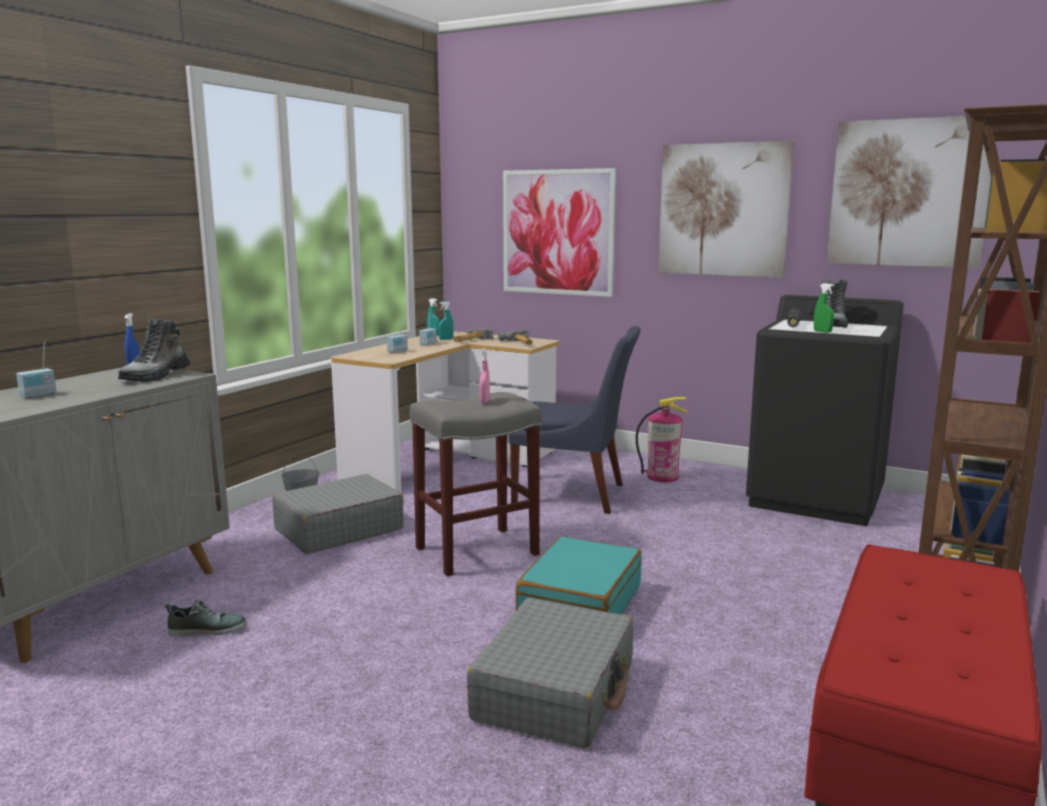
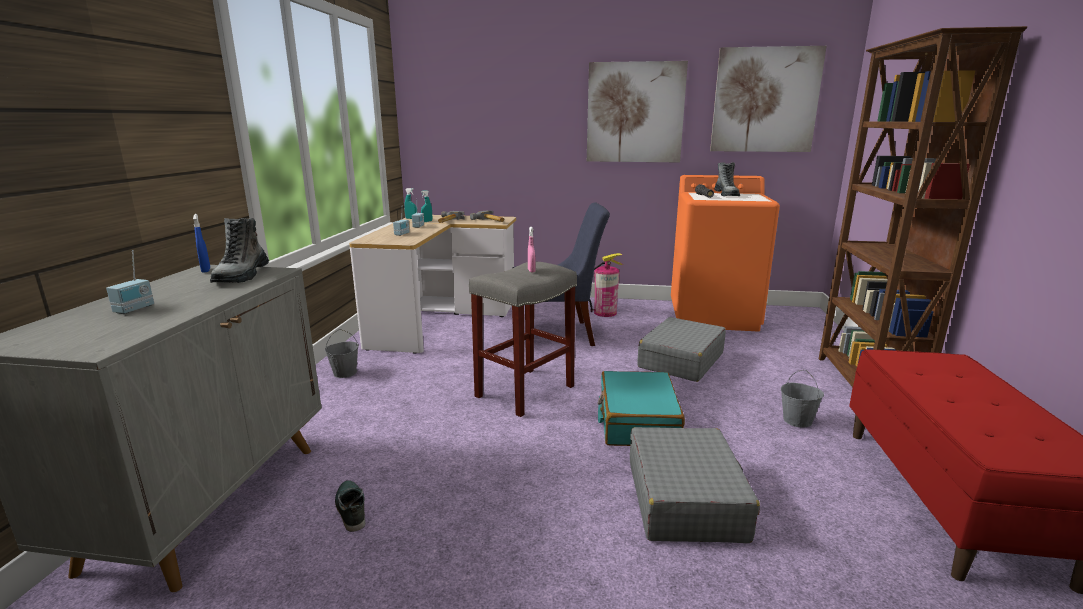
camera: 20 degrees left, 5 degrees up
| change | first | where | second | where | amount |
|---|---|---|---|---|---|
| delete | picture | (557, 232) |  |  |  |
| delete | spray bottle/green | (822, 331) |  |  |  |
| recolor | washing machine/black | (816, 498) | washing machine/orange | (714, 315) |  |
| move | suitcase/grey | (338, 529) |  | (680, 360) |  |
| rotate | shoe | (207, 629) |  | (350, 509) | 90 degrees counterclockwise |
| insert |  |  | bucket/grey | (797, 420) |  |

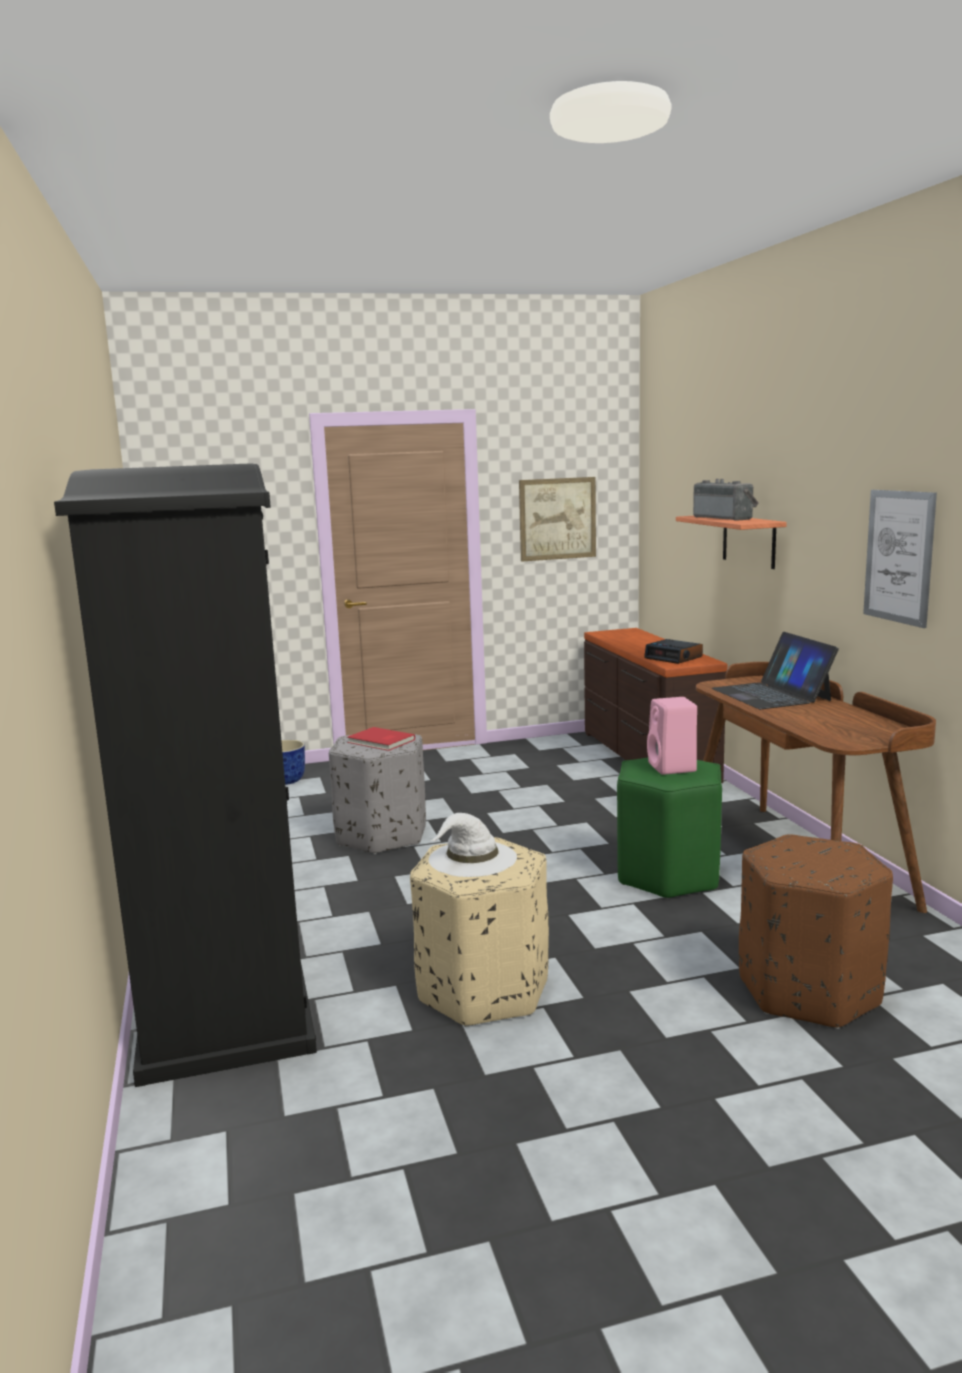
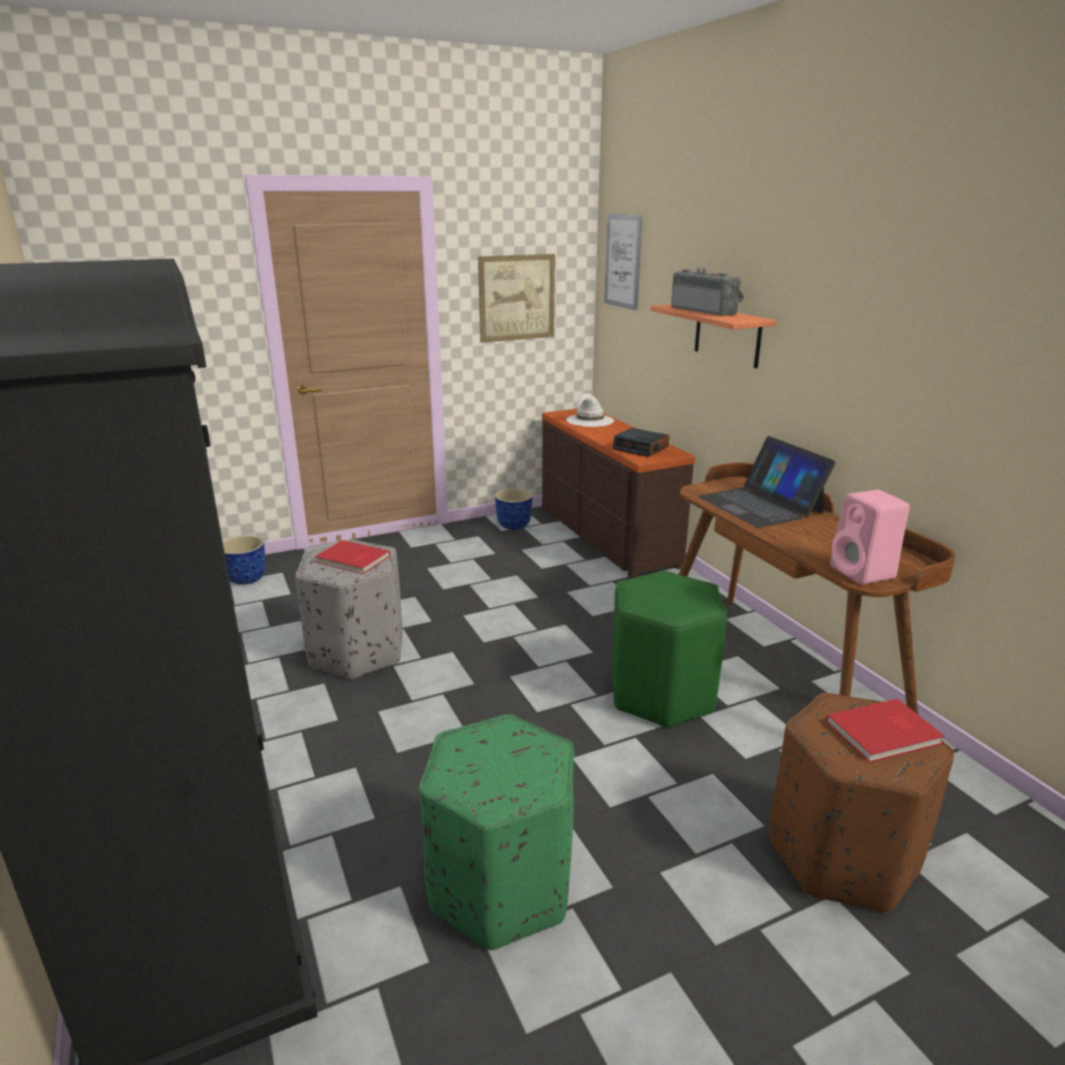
camera: 10 degrees left, 10 degrees up
| change | first | where | second | where | amount |
|---|---|---|---|---|---|
| move | picture | (899, 556) |  | (623, 261) |  |
| move | speaker/pink | (673, 768) |  | (864, 573) |  |
| move | hat/white | (472, 859) |  | (589, 420) |  |
| recolor | ottoman/beige | (484, 990) | ottoman/green | (502, 886) |  |
| insert |  |  | planter | (514, 526) |  |
| insert |  |  | book/red | (886, 733) |  |

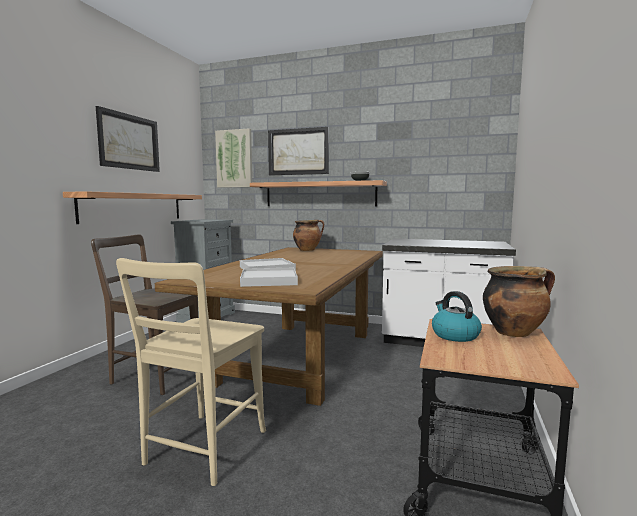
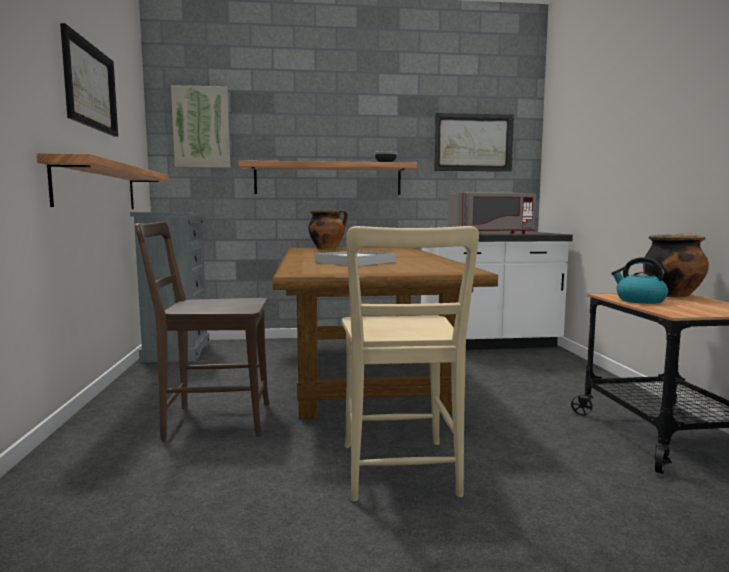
camera: 25 degrees left, 0 degrees up
| change | first | where | second | where | amount |
|---|---|---|---|---|---|
| move | picture | (298, 152) |  | (473, 143) |  |
| delete | tray/white | (268, 280) |  |  |  |
| insert |  |  | microwave/grey | (491, 233) |  |

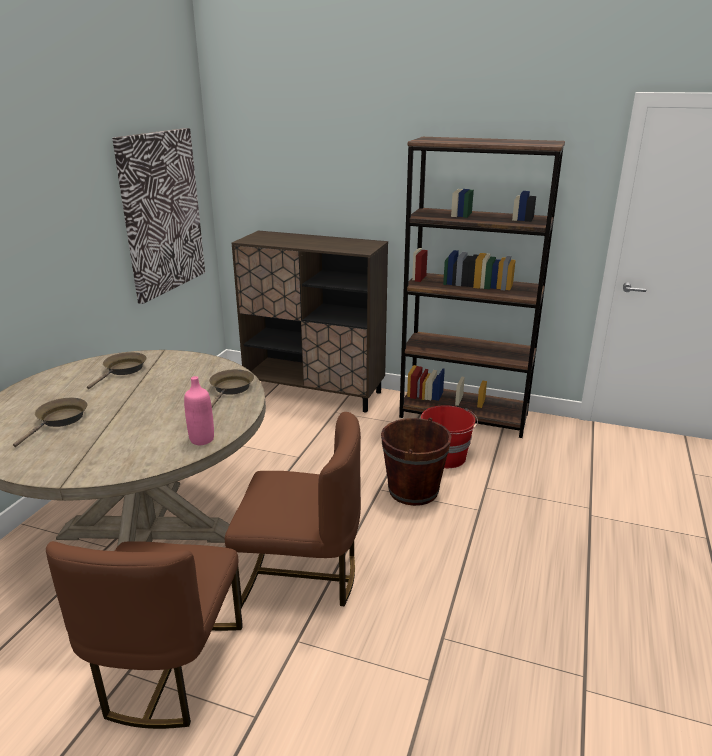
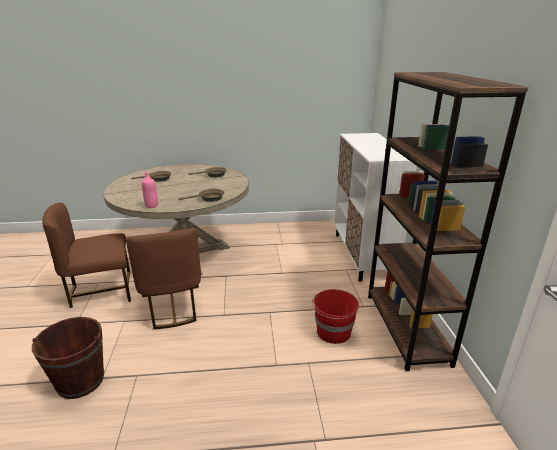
camera: 65 degrees right, 0 degrees up
| change | first | where | second | where | amount |
|---|---|---|---|---|---|
| delete | picture | (162, 213) |  |  |  |
| recolor | cabinet/brown | (315, 392) | cabinet/white | (362, 255) |  |
| move | bucket/brown | (413, 490) |  | (80, 381) |  |

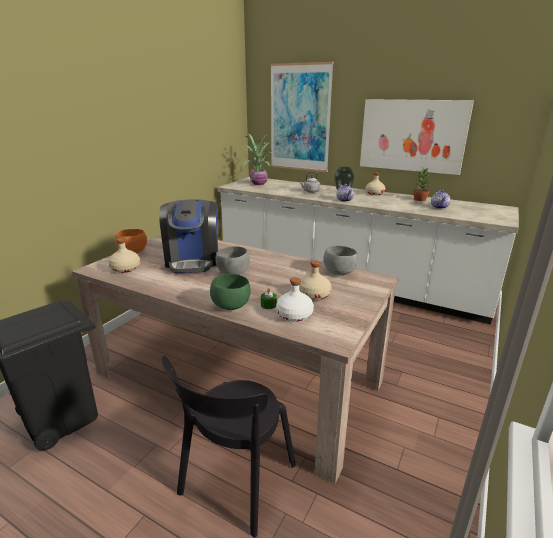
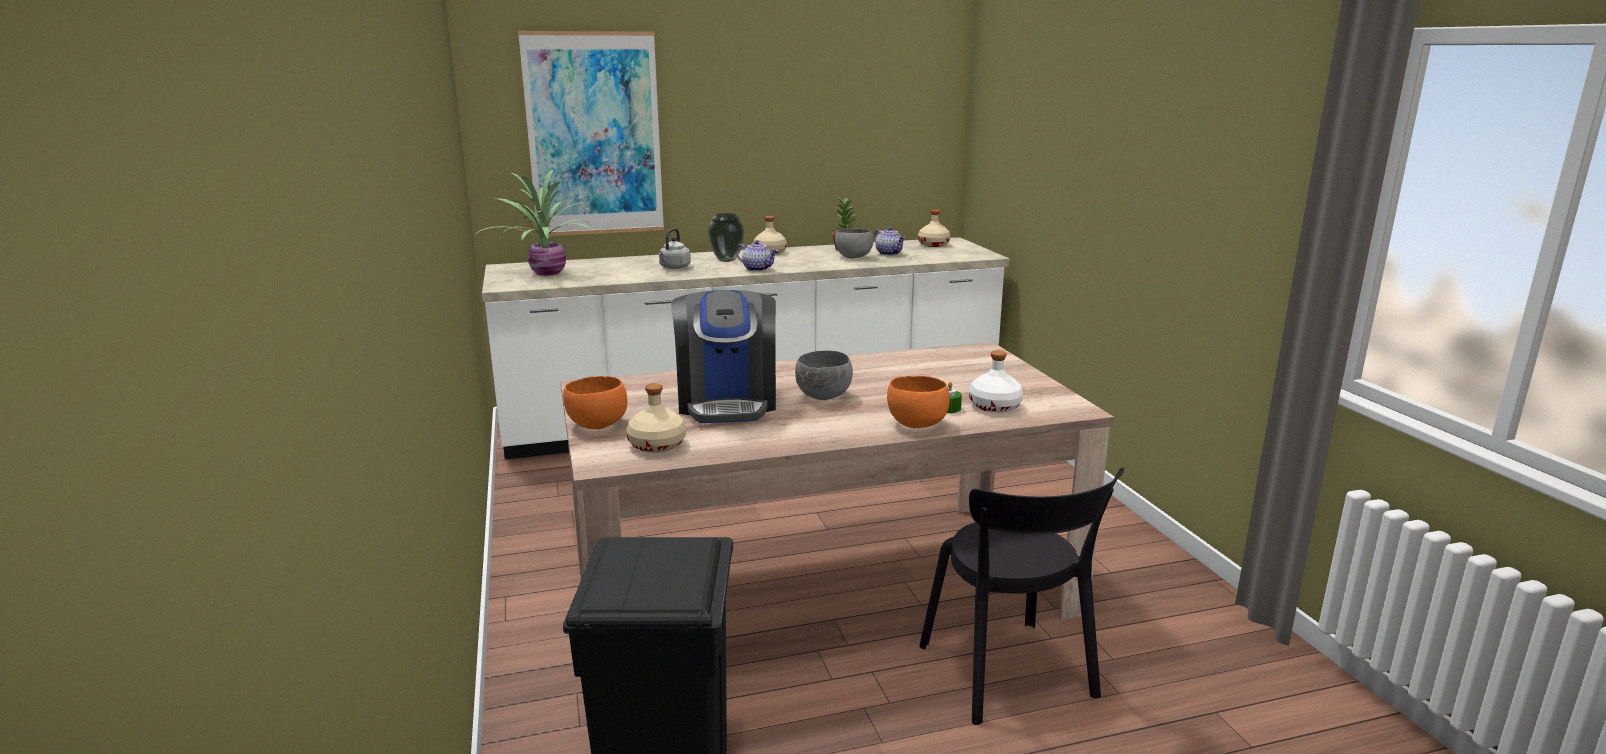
camera: 45 degrees left, 5 degrees down
| change | first | where | second | where | amount |
|---|---|---|---|---|---|
| delete | picture | (412, 135) |  |  |  |
| rotate | coffee machine | (193, 260) |  | (727, 402) | 45 degrees clockwise |
| move | bowl/grey | (338, 272) |  | (852, 257) |  |
| move | bottle/beige | (314, 295) |  | (934, 244) |  |
| recolor | bowl/green | (230, 306) | bowl/orange | (915, 424) |  |

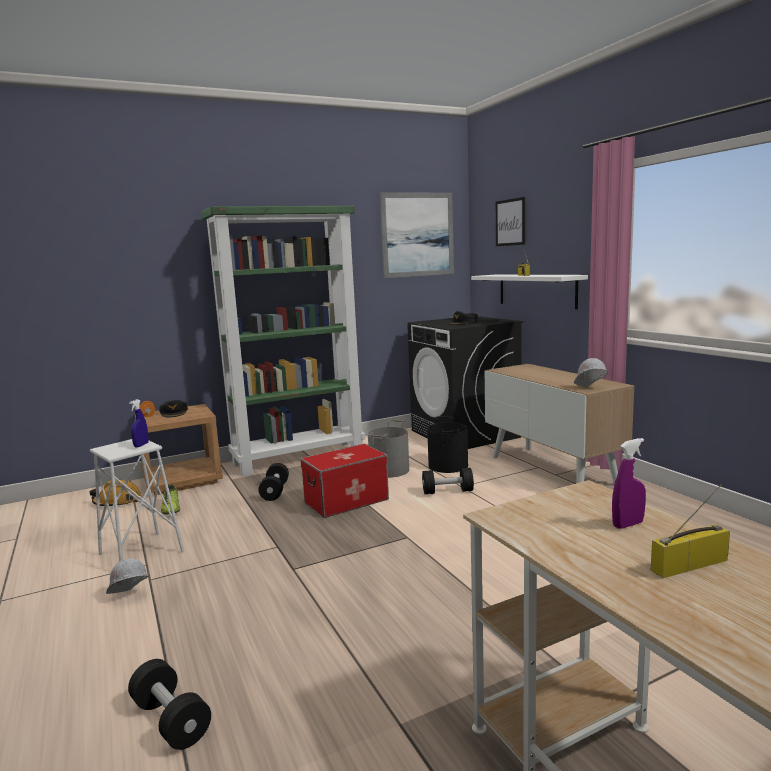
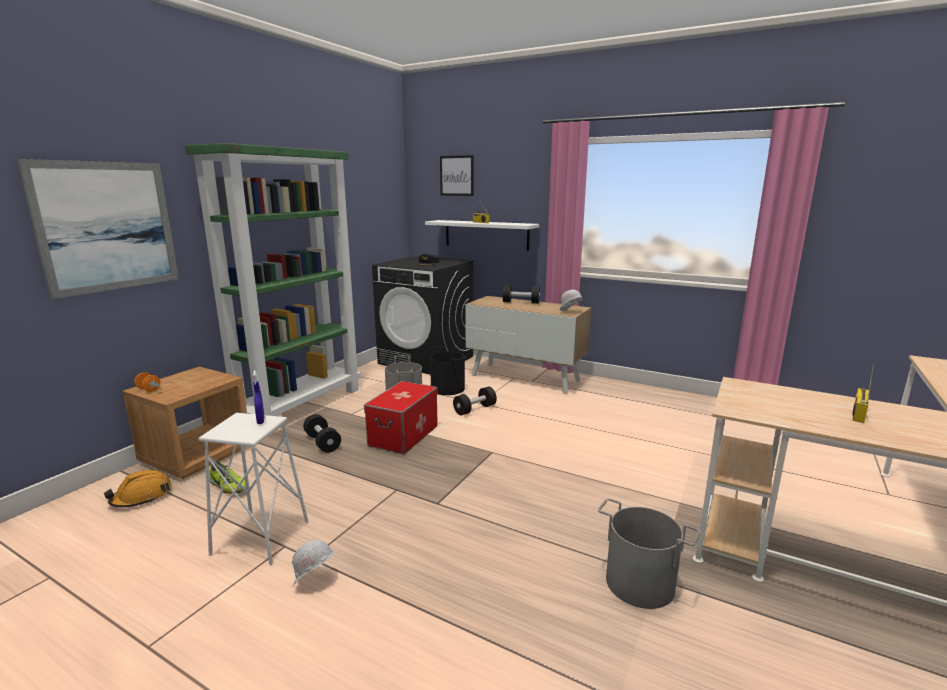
camera: 35 degrees left, 5 degrees up
| change | first | where | second | where | amount |
|---|---|---|---|---|---|
| move | picture | (417, 235) |  | (107, 226) |  |
| delete | cap/black | (174, 412) |  |  |  |
| delete | spray bottle/purple | (628, 524) |  |  |  |
| move | dumbbell/black | (171, 720) |  | (521, 302) |  |
| insert |  |  | bucket/grey | (639, 583) |  |

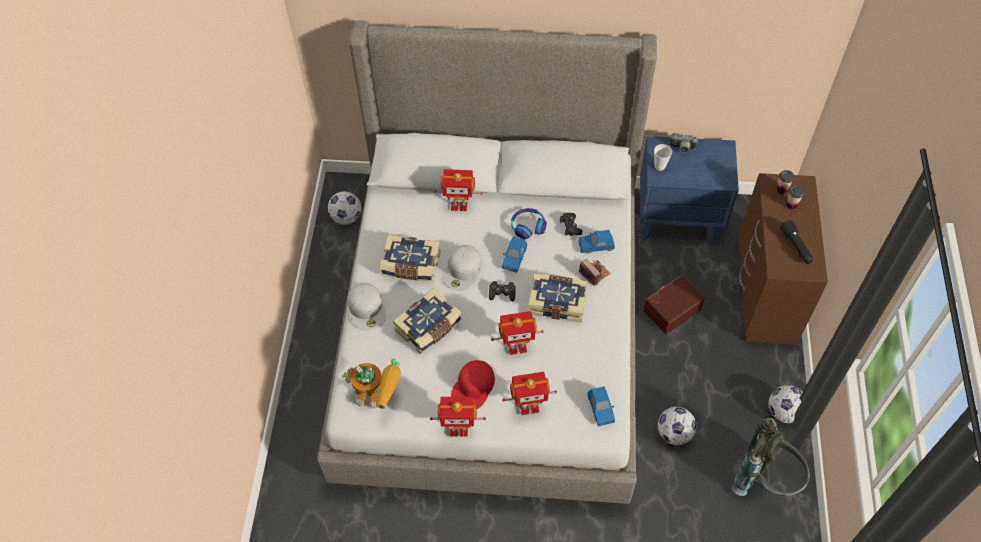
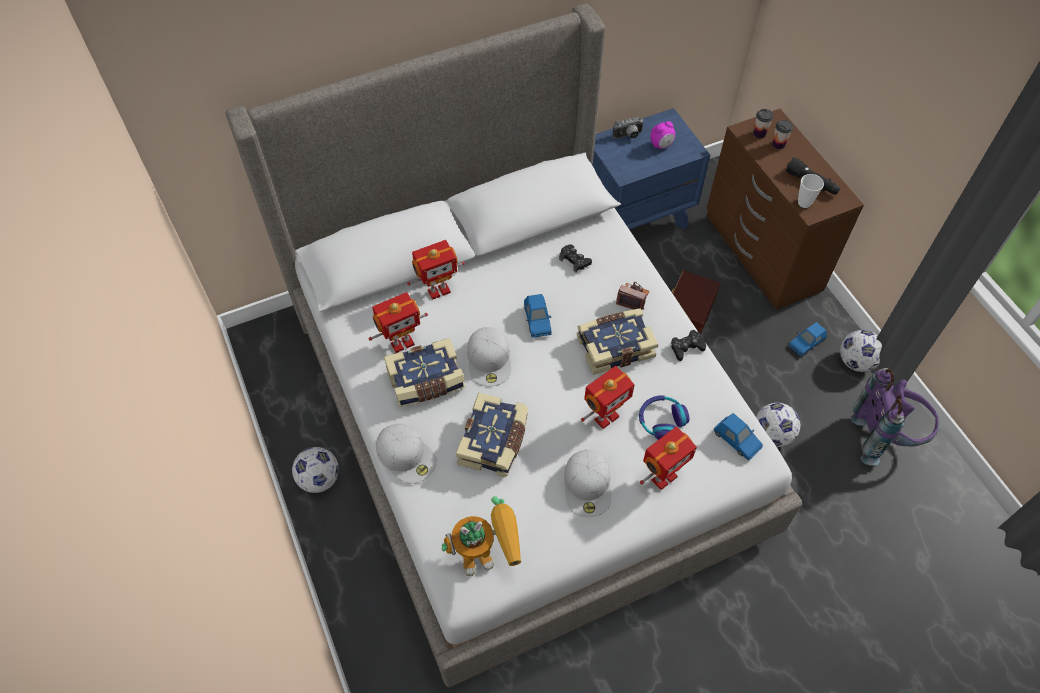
camera: 30 degrees left, 0 degrees up
| change | first | where | second | where | amount |
|---|---|---|---|---|---|
| move | cup | (660, 166) |  | (804, 203) |  |
| move | football | (346, 217) |  | (320, 479) |  |
| move | headphones | (528, 226) |  | (661, 420) |  |
| move | toy car/blue | (596, 245) |  | (806, 343) |  |
| move | game controller/black | (502, 293) |  | (686, 347) |  |
| recolor | cap/red | (473, 387) | cap/white | (588, 486) |  |
| move | toy robot | (458, 429) |  | (401, 343) |  |
| recolor | backpack/grey | (766, 479) | backpack/purple | (885, 436) |  |
| insert |  |  | alarm clock | (661, 145) |  |

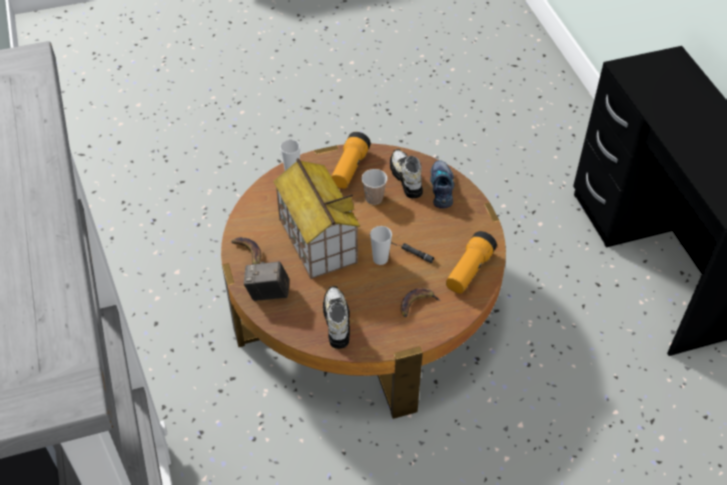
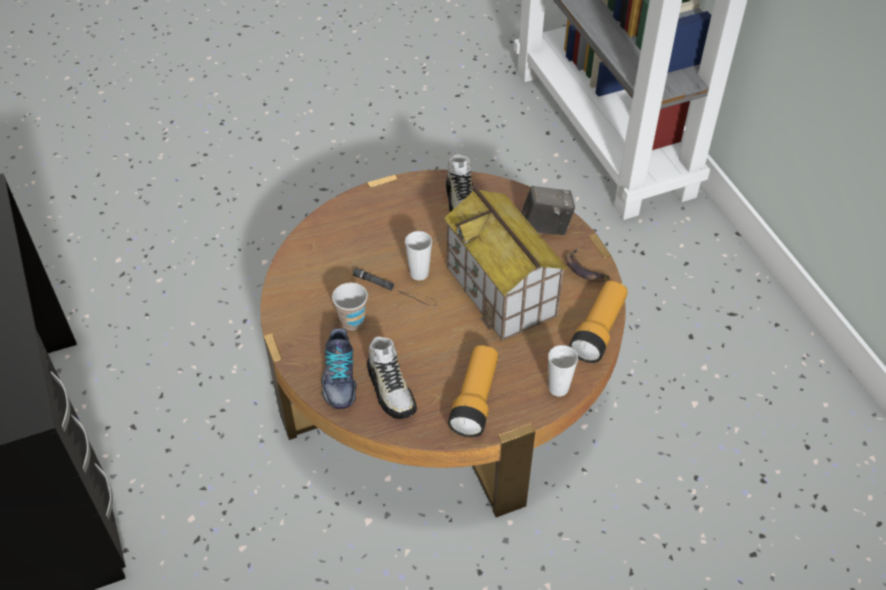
camera: 175 degrees right, 0 degrees up
| change | first | where | second | where | amount |
|---|---|---|---|---|---|
| move | cup | (374, 198) |  | (352, 321) |  |
| move | flashlight | (469, 270) |  | (598, 330) |  |
| delete | banana | (417, 304) |  |  |  |

